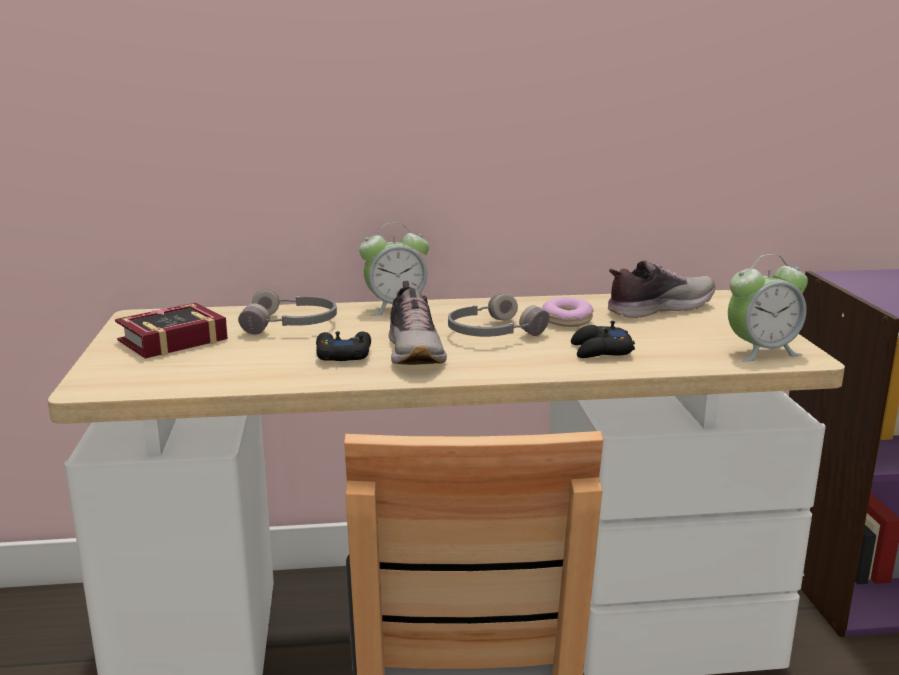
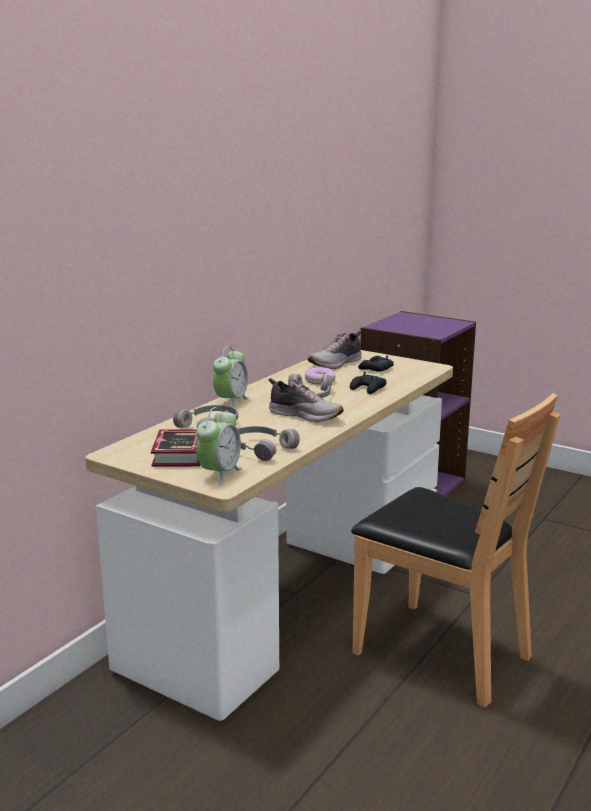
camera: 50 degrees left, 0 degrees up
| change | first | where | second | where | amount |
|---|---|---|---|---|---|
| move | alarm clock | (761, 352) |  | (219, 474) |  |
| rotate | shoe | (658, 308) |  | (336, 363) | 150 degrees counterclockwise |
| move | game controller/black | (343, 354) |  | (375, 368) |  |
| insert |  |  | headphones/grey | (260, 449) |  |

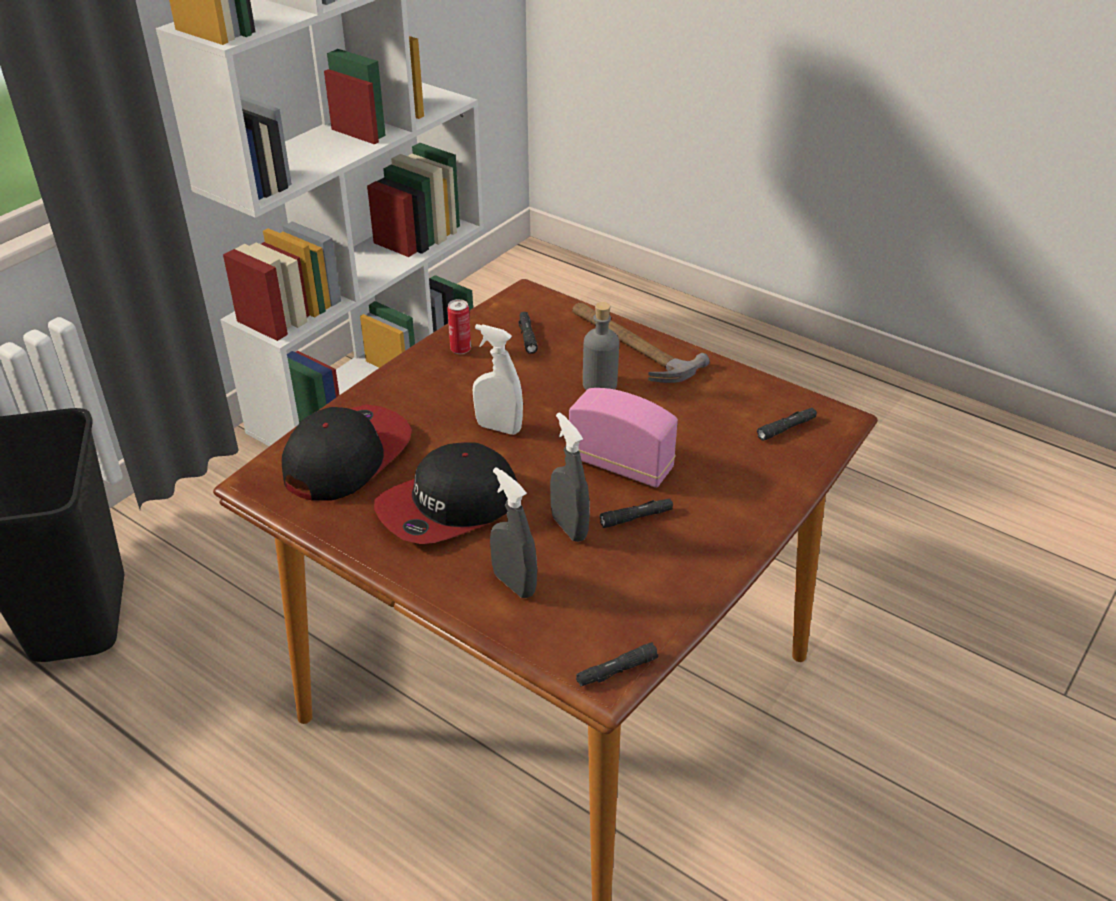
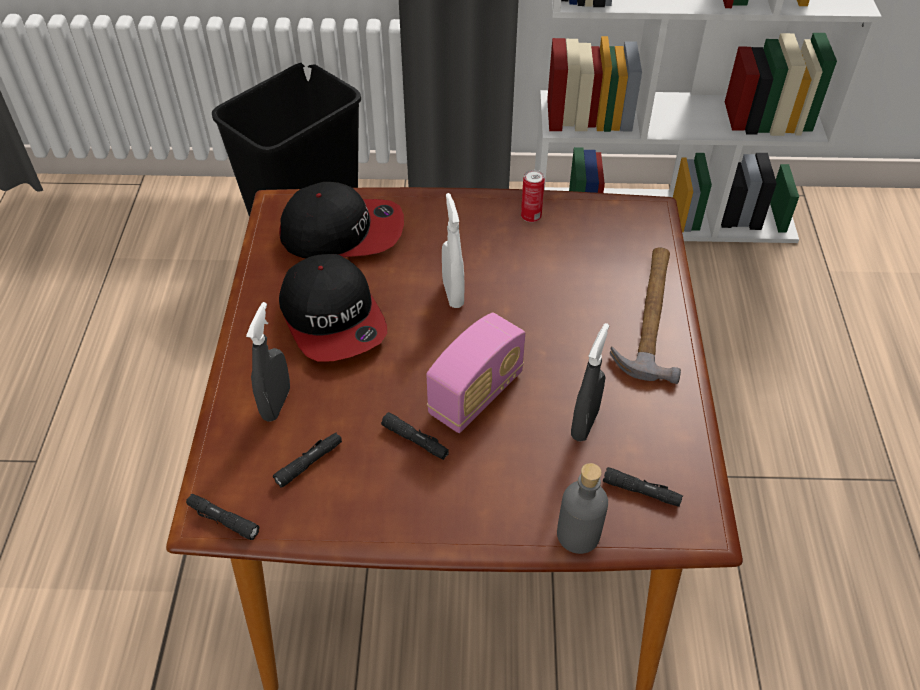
camera: 55 degrees right, 10 degrees up
| change | first | where | second | where | amount |
|---|---|---|---|---|---|
| move | bottle/grey | (600, 384) |  | (578, 534) |  |
| move | flashlight/black | (527, 336) |  | (309, 462) |  |
| rotate | radio | (620, 464) |  | (476, 394) | 45 degrees clockwise |
| move | spray bottle/grey | (569, 527) |  | (584, 424) |  |
| rotate | cap | (449, 507) |  | (333, 318) | 135 degrees counterclockwise |

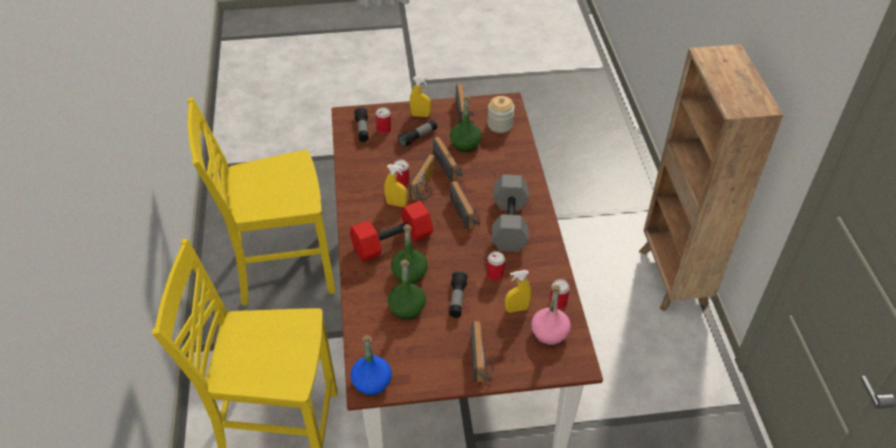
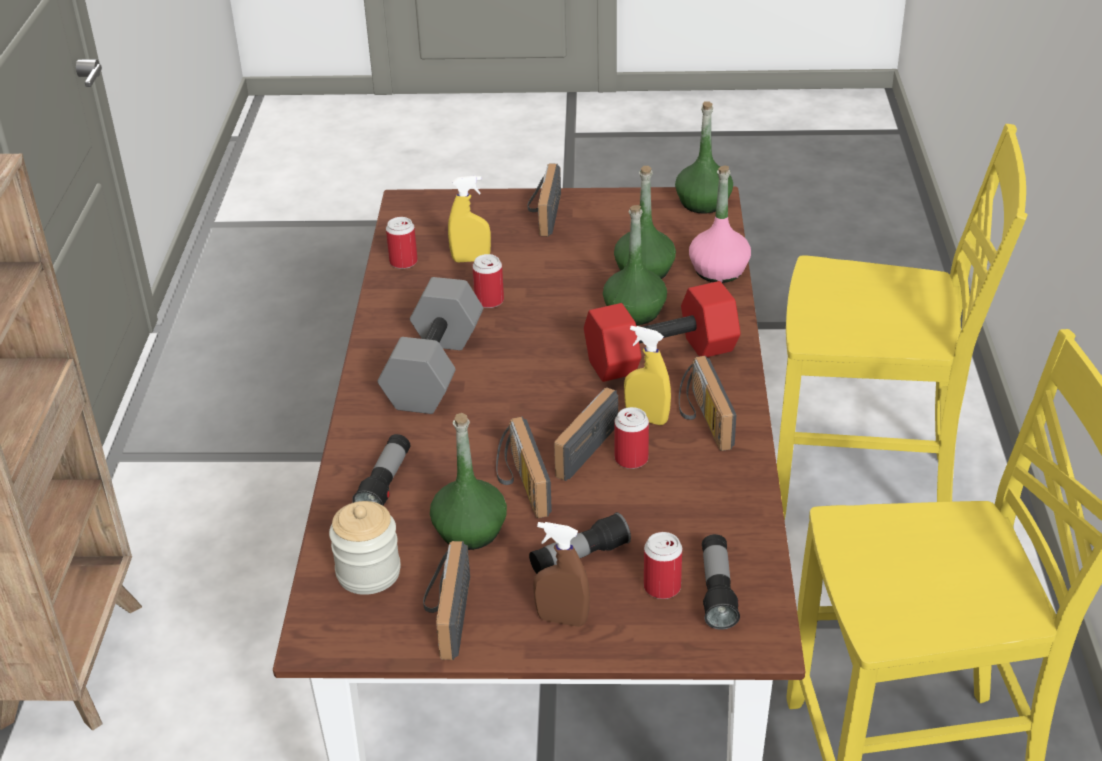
camera: 170 degrees left, 10 degrees down
| change | first | where | second | where | amount |
|---|---|---|---|---|---|
| recolor | spray bottle/yellow | (420, 115) | spray bottle/brown | (562, 619) |  |
| move | radio | (467, 212) |  | (701, 419) |  |
| move | flashlight | (457, 299) |  | (385, 484) |  |
| move | bottle/pink | (549, 333) |  | (718, 271) |  |
| recolor | bottle/blue | (371, 382) | bottle/green | (703, 203) |  |

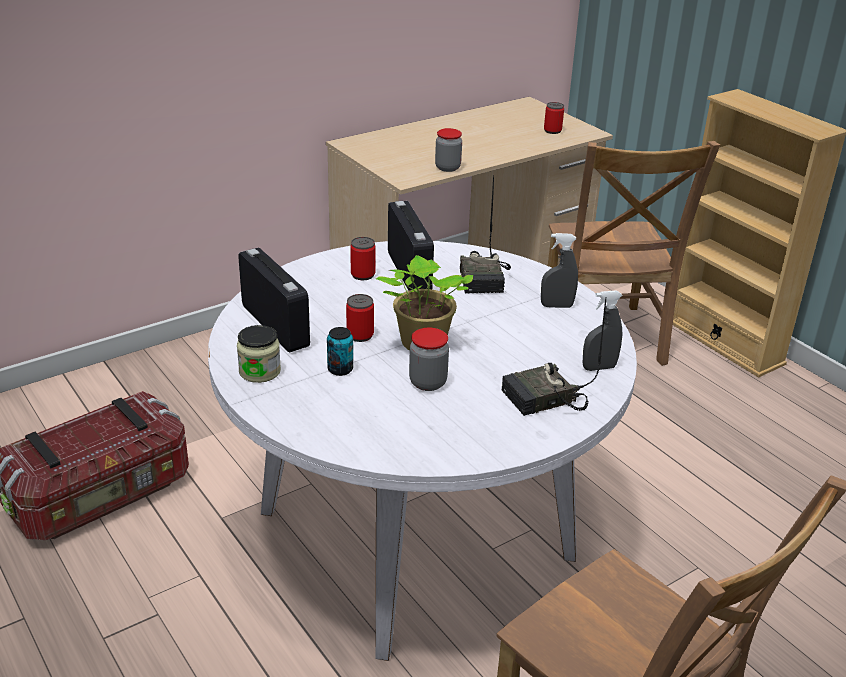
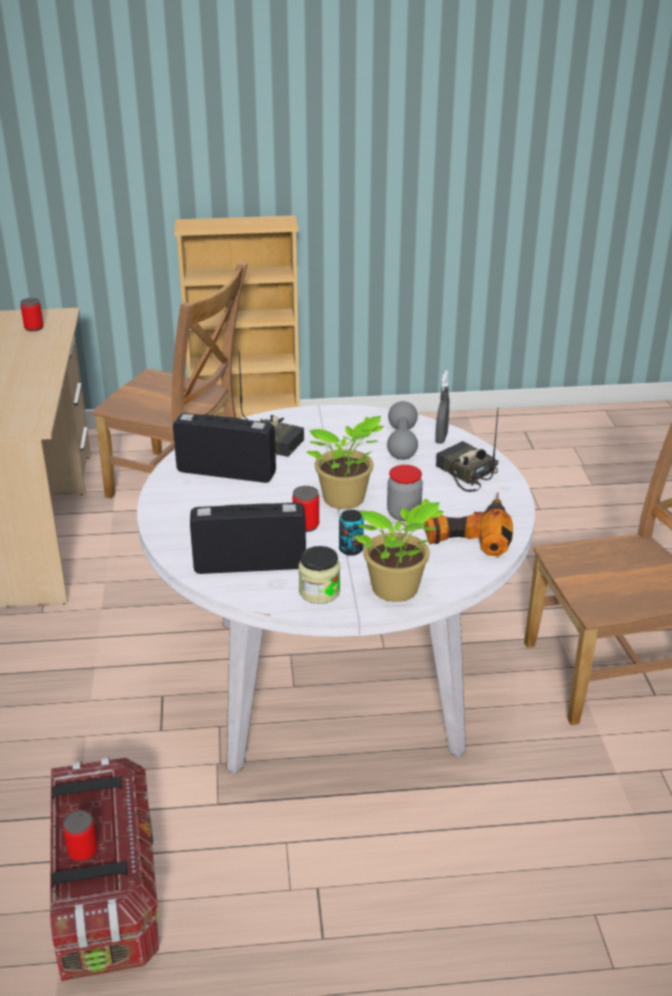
camera: 60 degrees left, 0 degrees up
| change | first | where | second | where | amount |
|---|---|---|---|---|---|
| delete | jar | (447, 168) |  |  |  |
| delete | spray bottle/grey | (556, 306) |  |  |  |
| move | can | (363, 275) |  | (83, 851) |  |
| rotate | radio | (544, 400) |  | (464, 473) | 135 degrees clockwise |
| insert |  |  | dumbbell/grey | (402, 442) |  |
| insert |  |  | power drill | (466, 532) |  |
| insert |  |  | potted plant | (397, 591) |  |

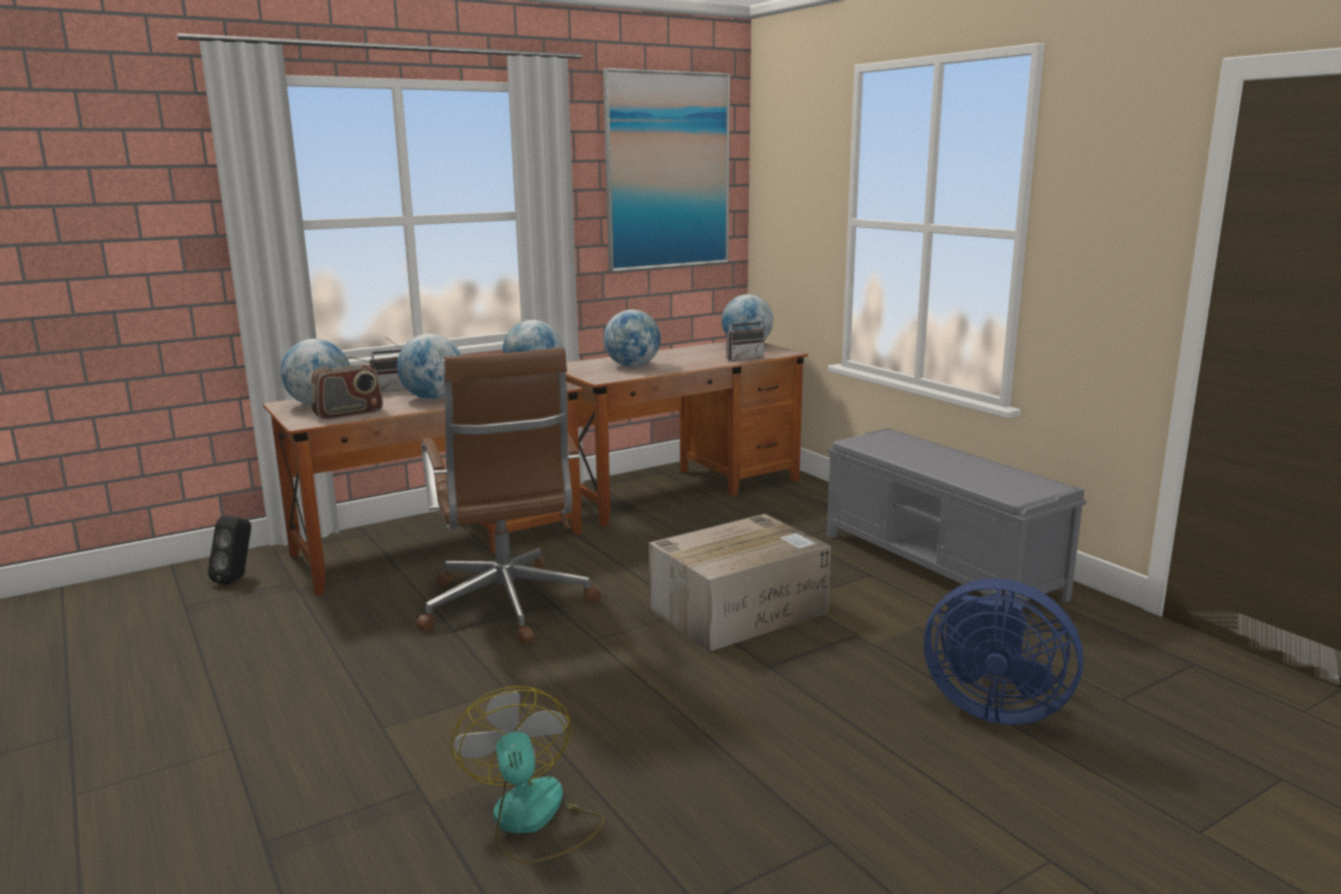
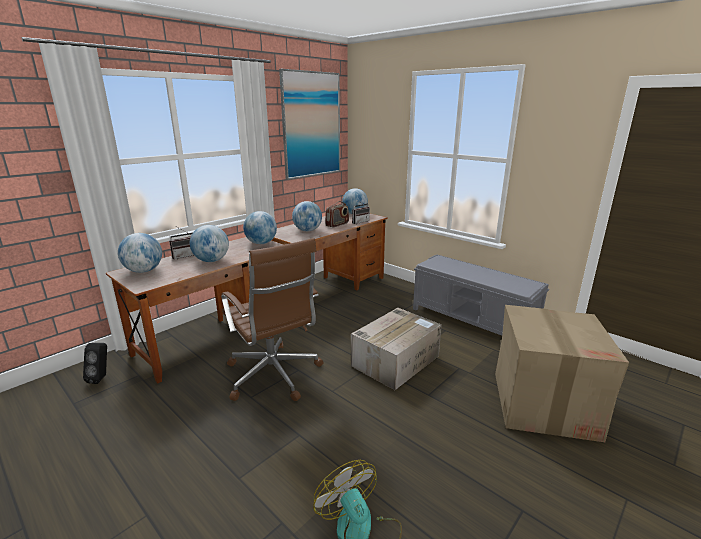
camera: 15 degrees left, 5 degrees up
| change | first | where | second | where | amount |
|---|---|---|---|---|---|
| move | radio | (349, 414) |  | (337, 224) |  |
| replace | fan/blue | (991, 707) | cardboard box | (543, 403) |  |

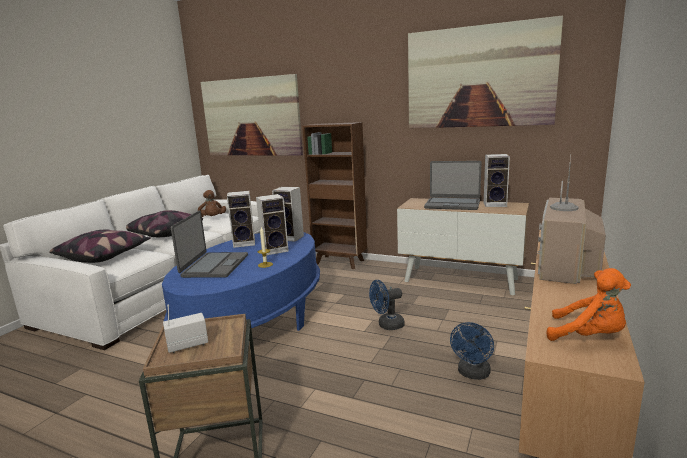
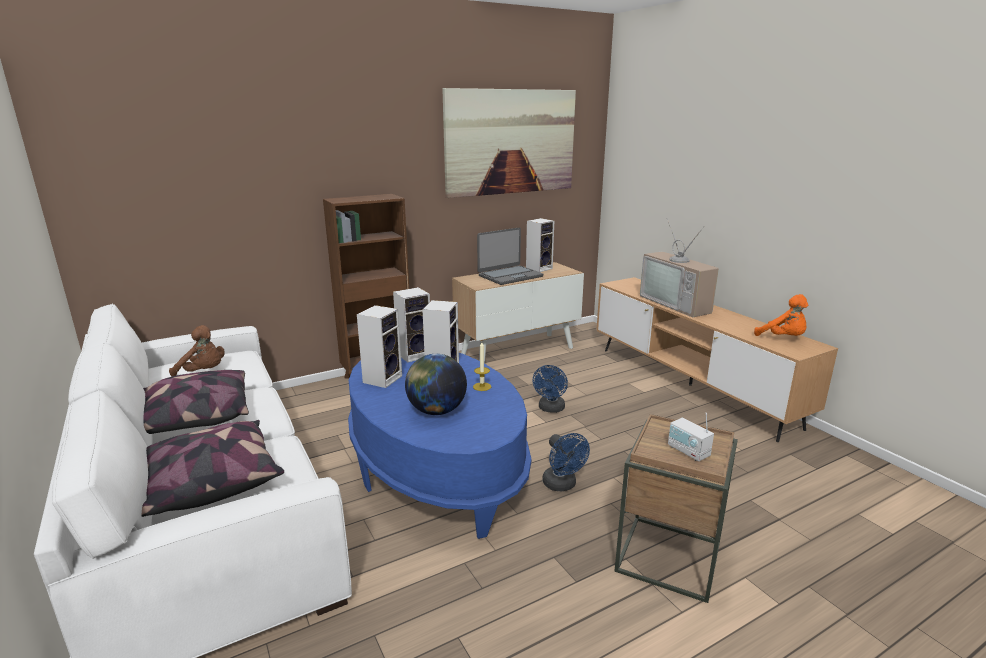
camera: 55 degrees left, 5 degrees up
| change | first | where | second | where | amount |
|---|---|---|---|---|---|
| delete | picture | (251, 117) |  |  |  |
| replace | laptop | (214, 266) | globe | (436, 411) |  |
| rotate | plush toy/orange | (588, 336) |  | (783, 338) | 75 degrees clockwise |
| rotate | radio | (187, 345) |  | (688, 451) | 45 degrees counterclockwise |
| move | fan/blue | (472, 374) |  | (562, 485) |  |

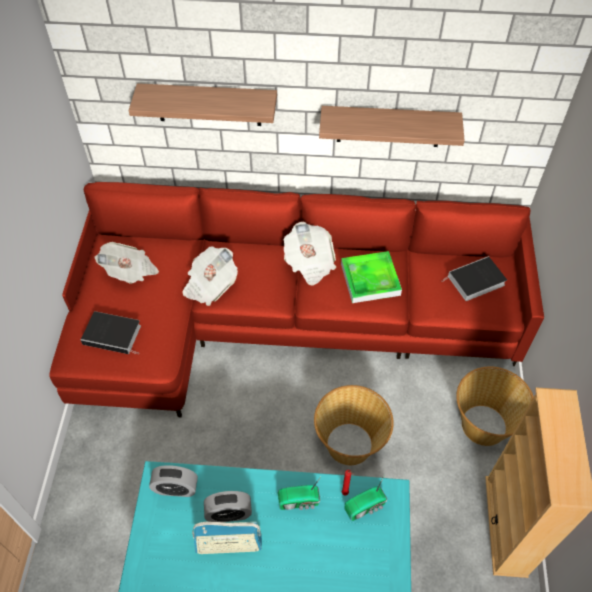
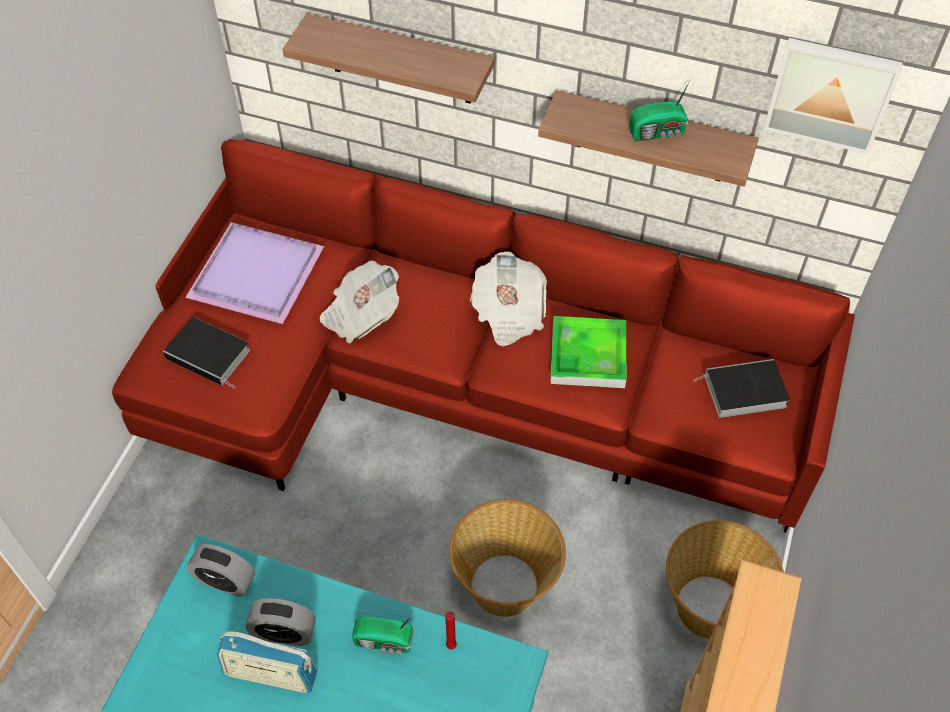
camera: 15 degrees right, 0 degrees up
| change | first | where | second | where | amount |
|---|---|---|---|---|---|
| replace | newspaper | (130, 272) | tray/purple | (259, 273) |  |
| move | radio | (366, 506) |  | (658, 132) |  |
| insert |  |  | picture | (830, 93) |  |

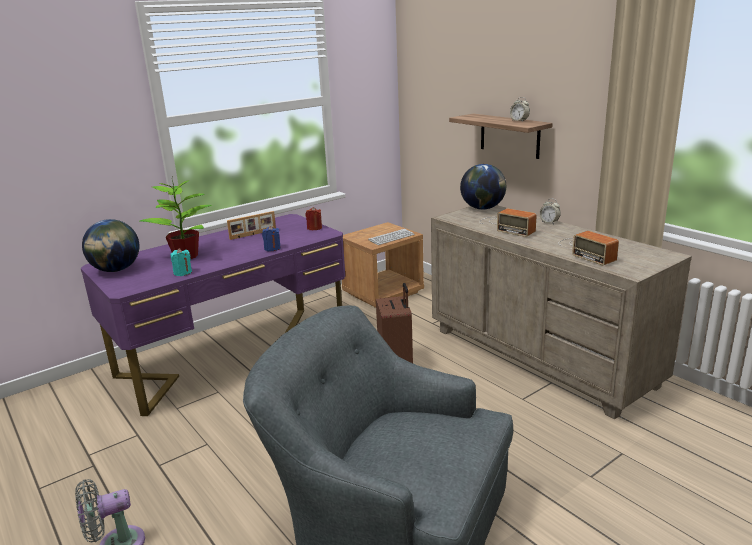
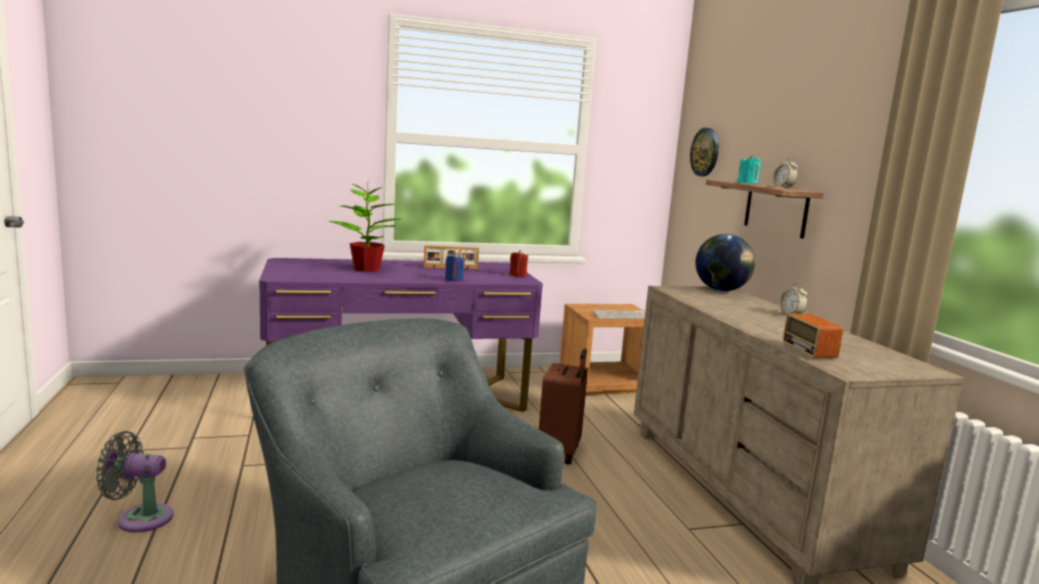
camera: 20 degrees right, 10 degrees down
| change | first | where | second | where | amount |
|---|---|---|---|---|---|
| delete | radio | (506, 226) |  |  |  |
| delete | globe | (116, 270) |  |  |  |
| move | candle/turquoise | (183, 273) |  | (747, 183) |  |
| insert |  |  | wall clock | (705, 152) |  |

